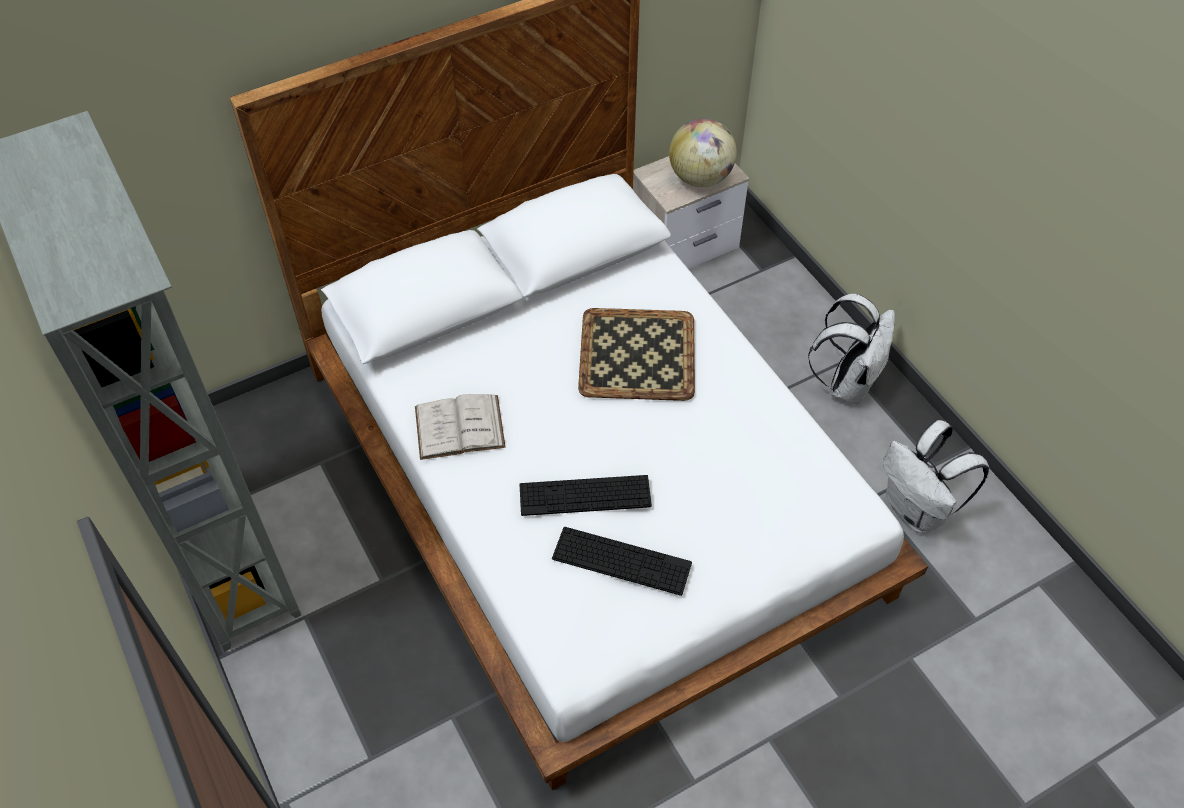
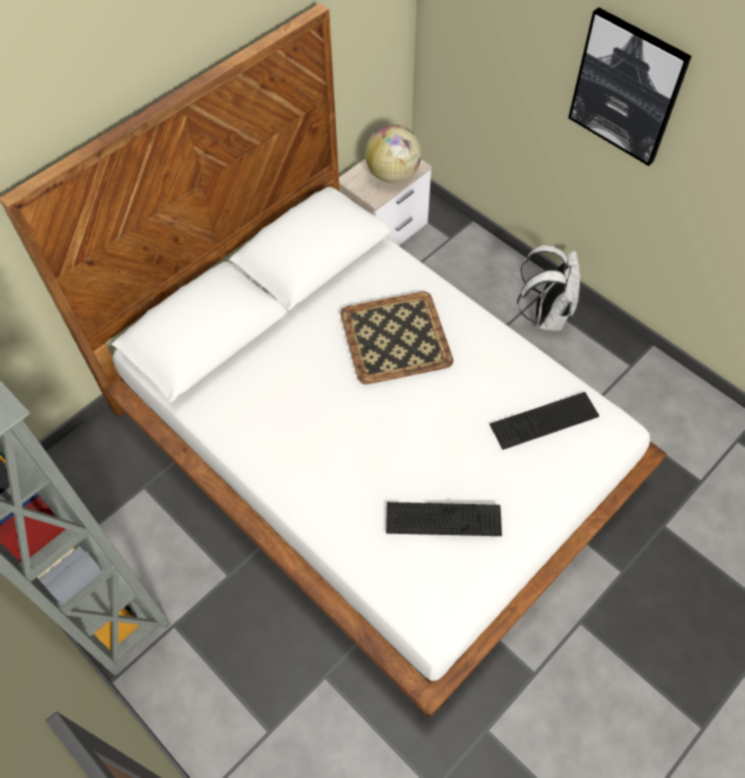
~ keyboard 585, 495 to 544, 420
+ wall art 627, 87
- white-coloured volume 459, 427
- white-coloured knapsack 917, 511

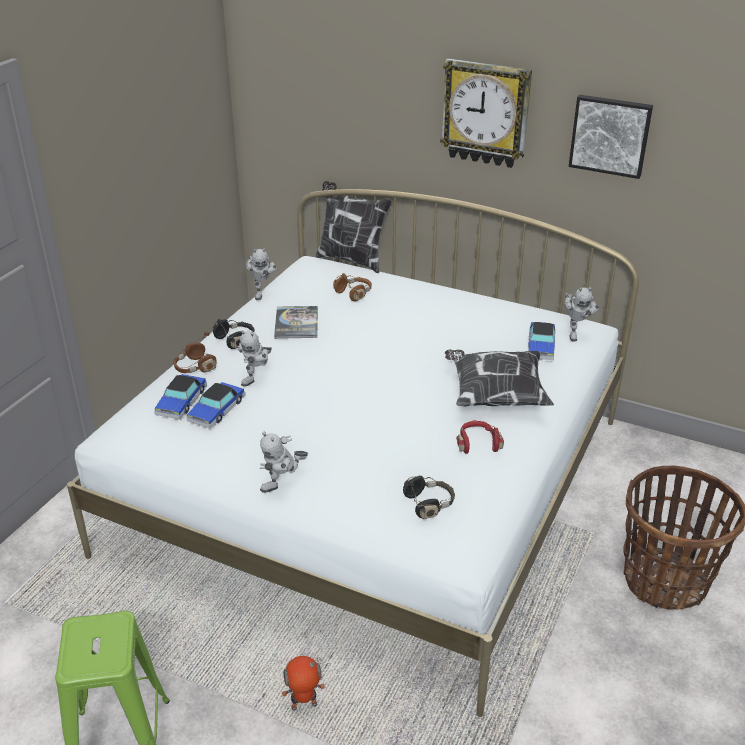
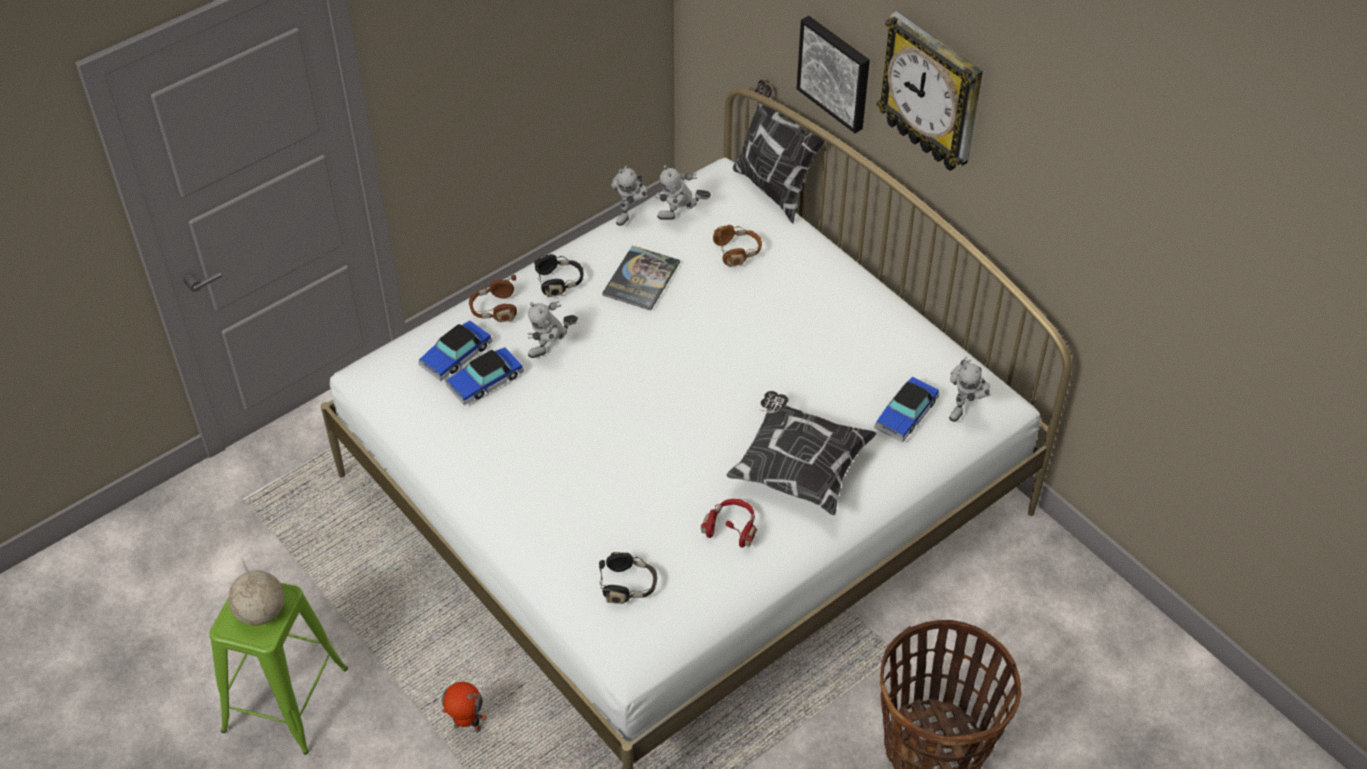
+ desk globe 261, 612
~ toy robot 283, 485 to 680, 218
~ wall art 610, 135 to 836, 72

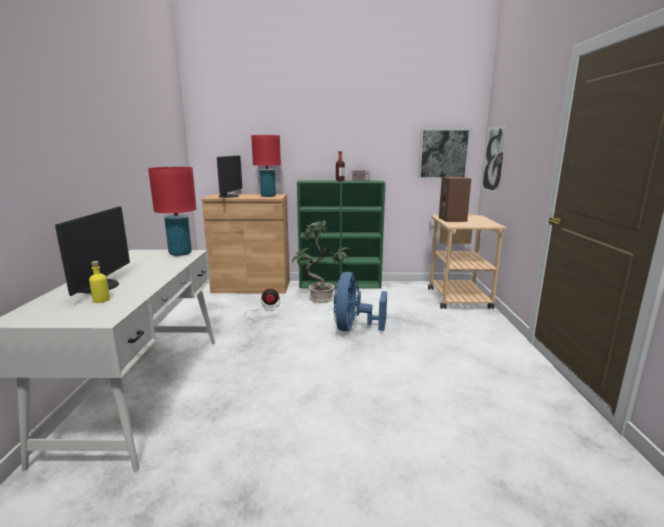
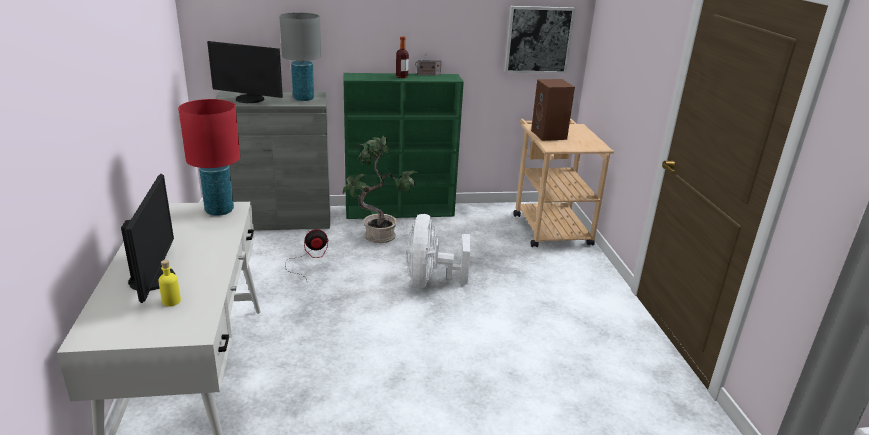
~ monitor 230, 196 = 249, 99 105 degrees clockwise
~ brown cupboard 251, 287 to greyish cupboard 280, 218
~ red-coloured table lamp 268, 196 to greyish table lamp 303, 99
~ blue cooling fan 354, 328 to white-coloured cooling fan 430, 281
- wall art 493, 159

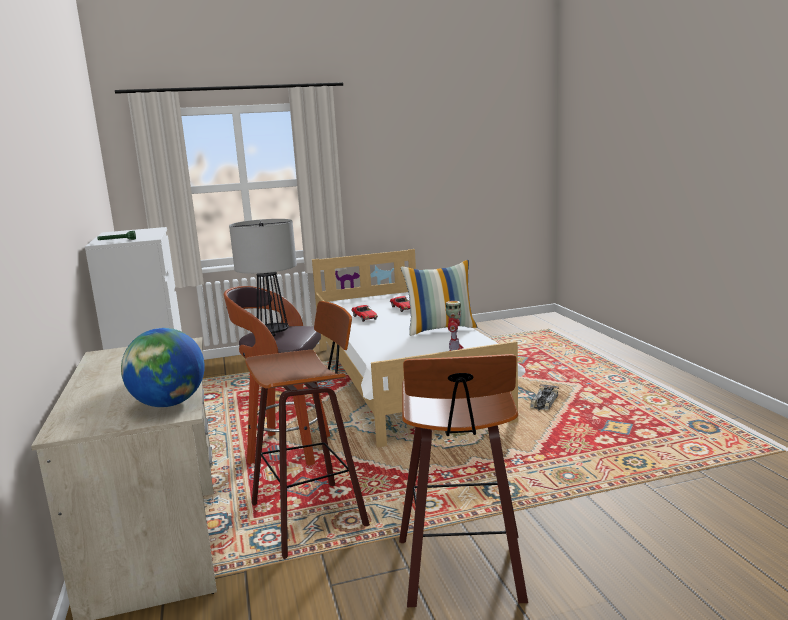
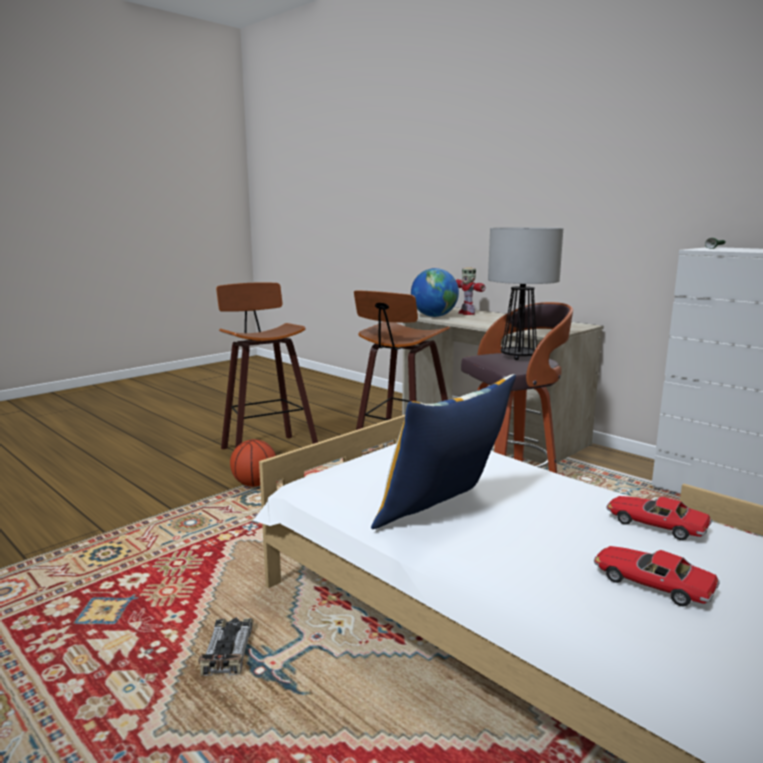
+ ball for basketball 255, 484
~ toy robot 455, 349 to 466, 313

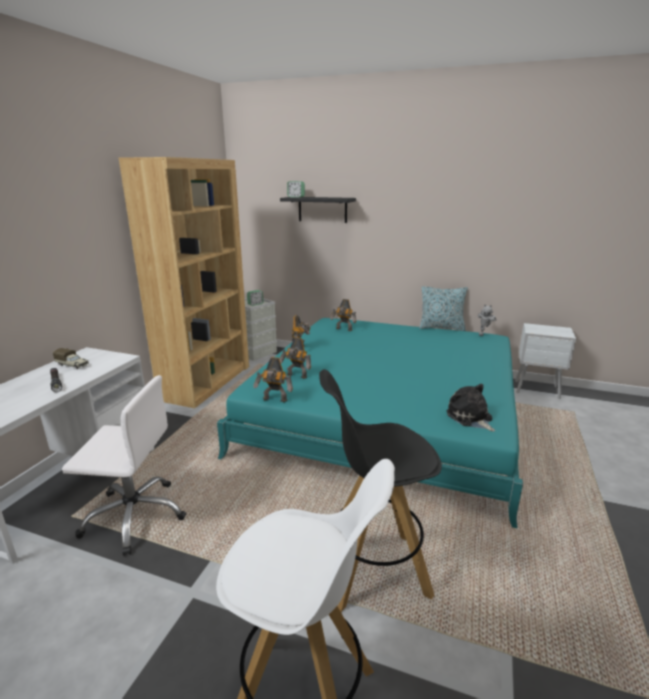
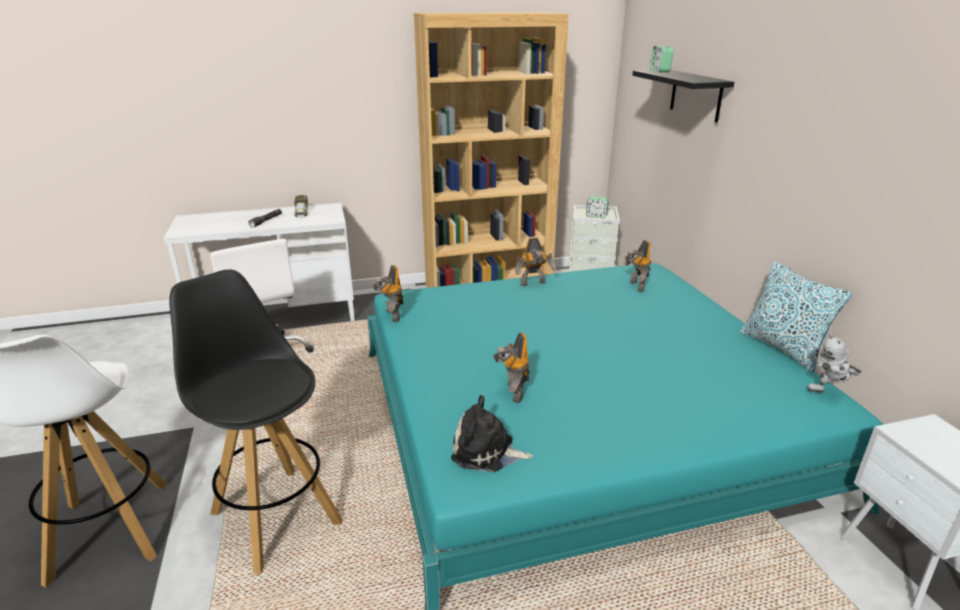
~ soft toy 470, 418 = 487, 452 105 degrees counterclockwise
~ toy robot 296, 376 to 512, 392

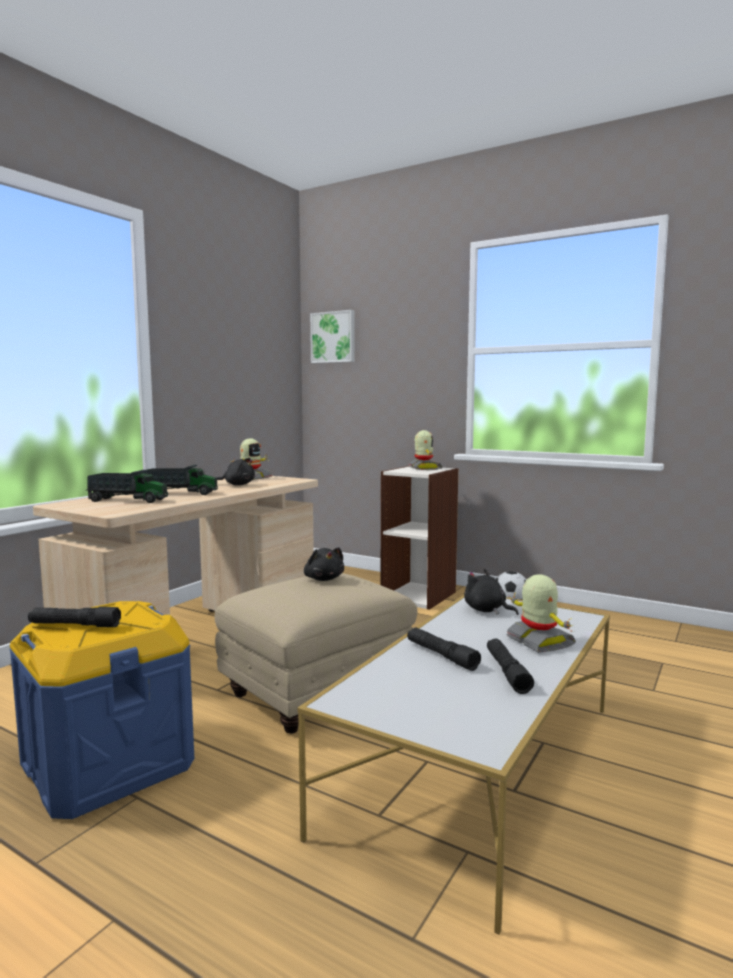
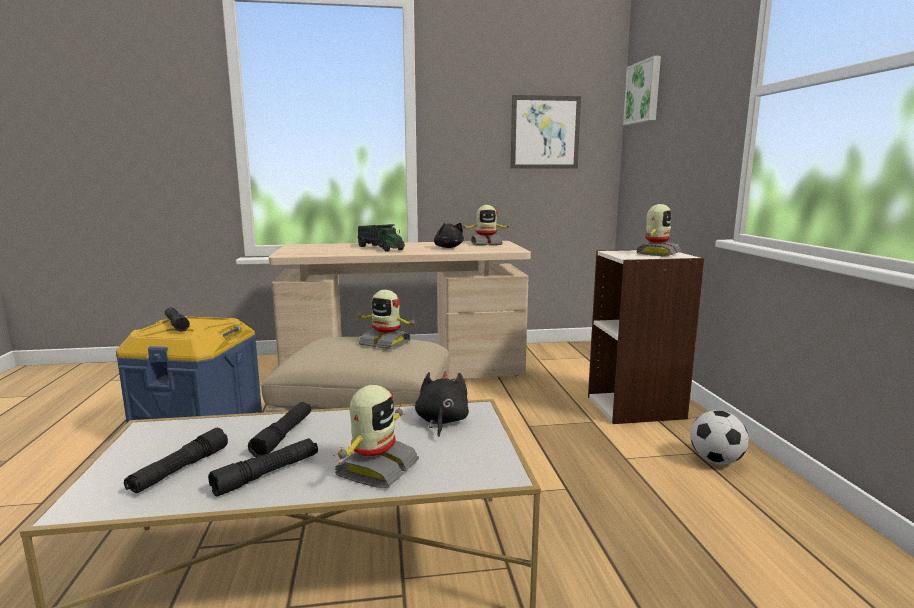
+ black torch 180, 470
~ black soft toy 323, 579 to toy robot 386, 343
+ wall art 545, 132
- toy lorry 128, 500

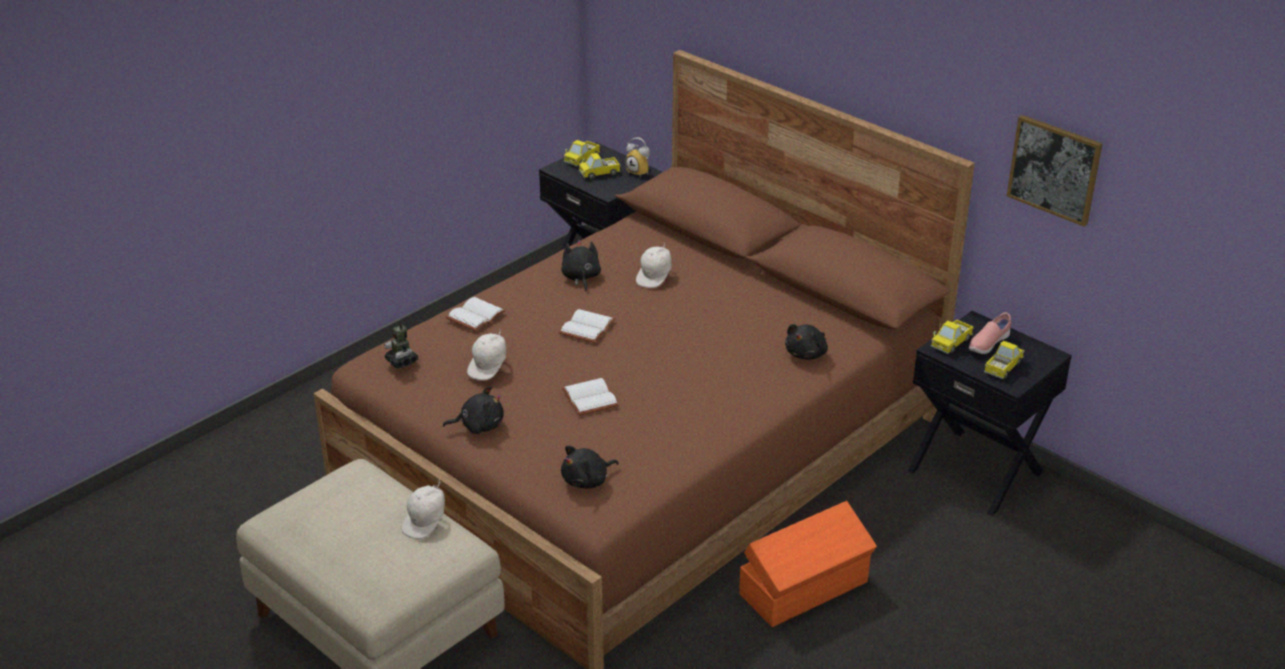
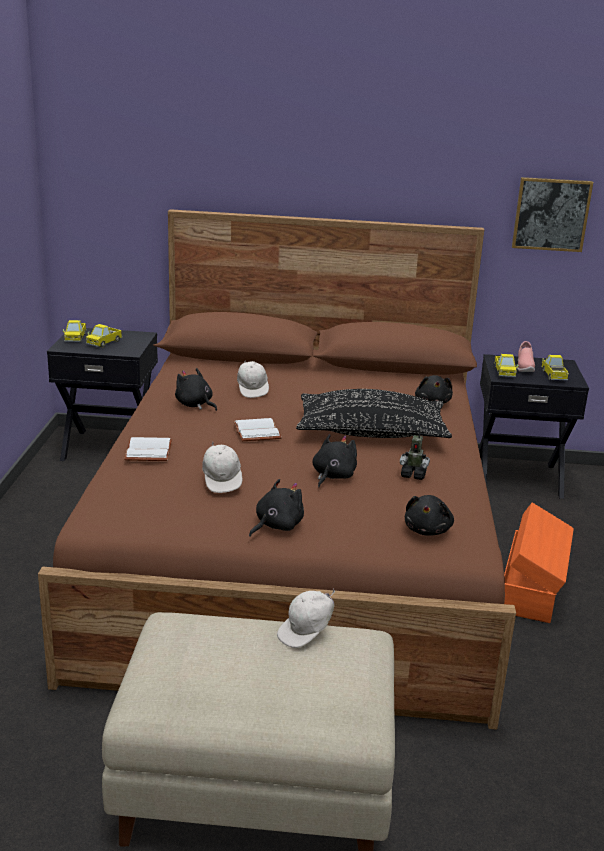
~ white-coloured cap 426, 522 = 307, 632 60 degrees clockwise
+ black pillow 371, 433
~ white-coloured volume 588, 398 to black soft toy 332, 476
~ toy robot 401, 361 to 413, 475
- bedside clock 640, 172

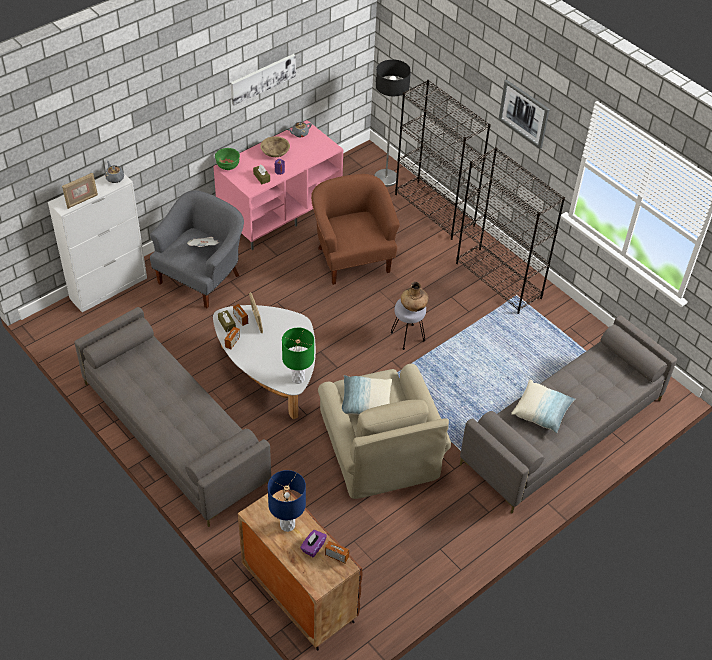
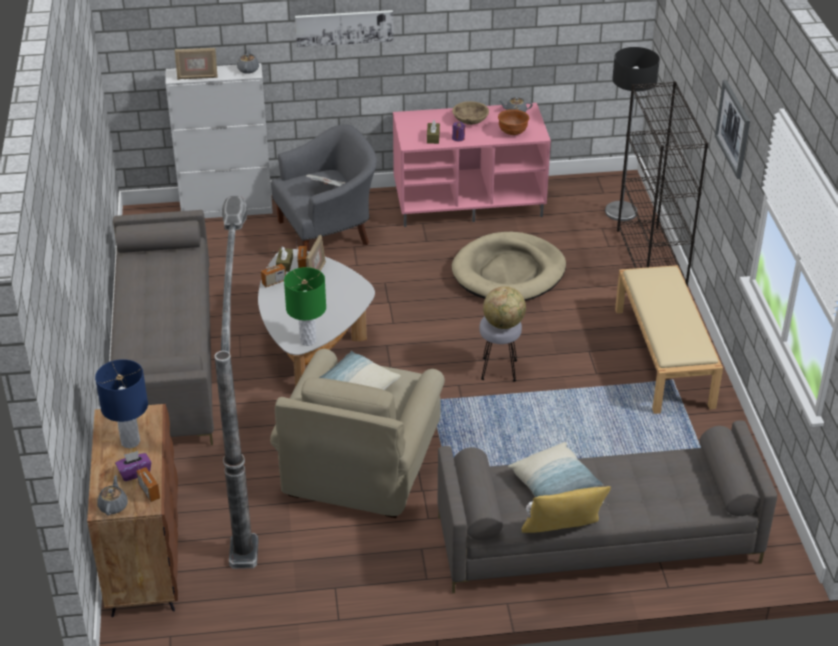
+ greyish pot for tea 113, 506
+ standard lamp 248, 481
~ wall art 262, 78 to 344, 27
~ brown lounge chair 352, 257 to sand-coloured dog bed 508, 272
~ brown vase 413, 306 to desk globe 504, 324
+ brown serving bowl 513, 133
+ yellow pillow 563, 535
~ black shelving unit 499, 281 to sand-coloured indoor bench 664, 357
- green serving bowl 228, 166

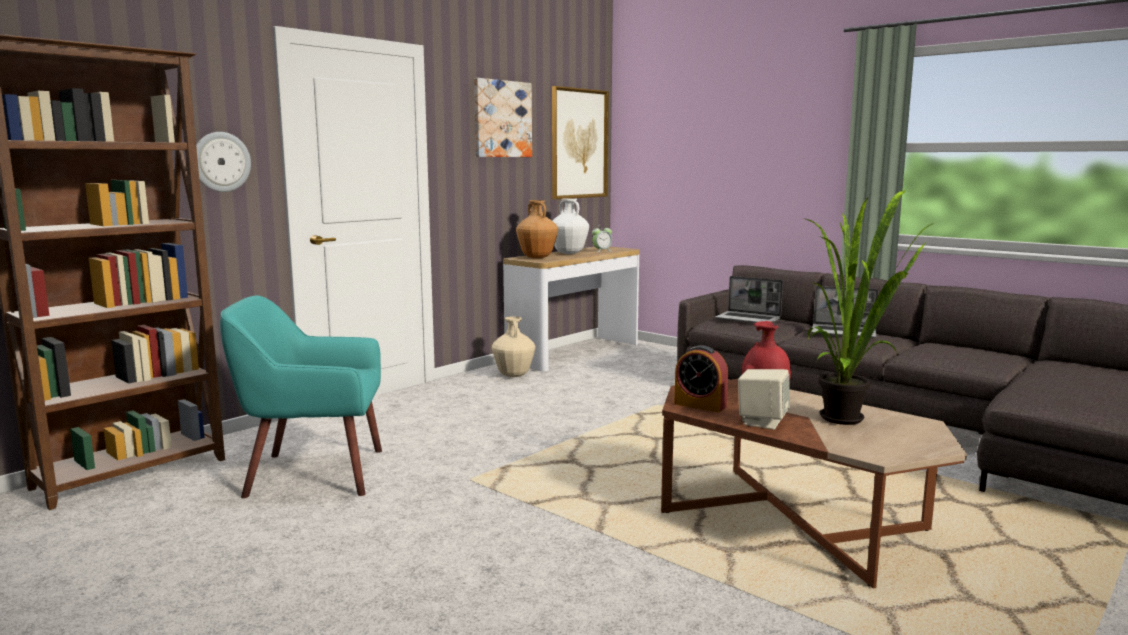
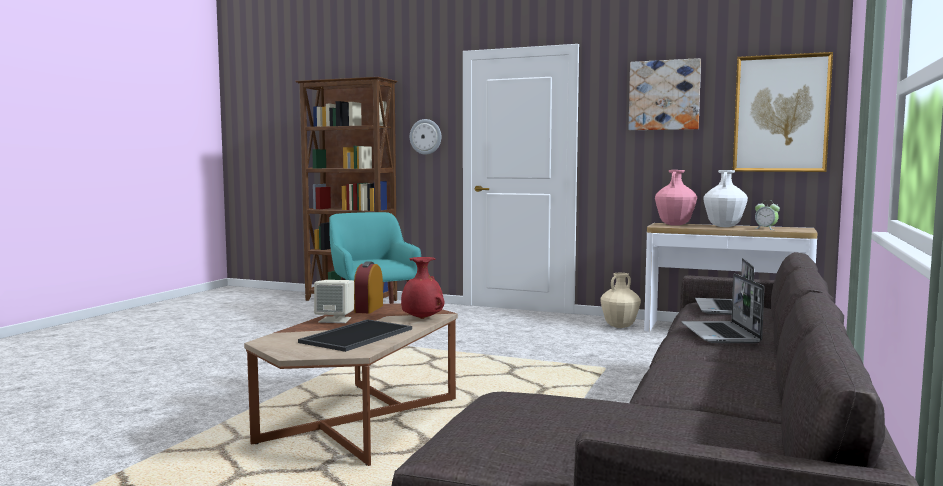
~ plant in a pot 851, 418 to tray 357, 336
~ brown vase 537, 257 to pinkish vase 674, 225

